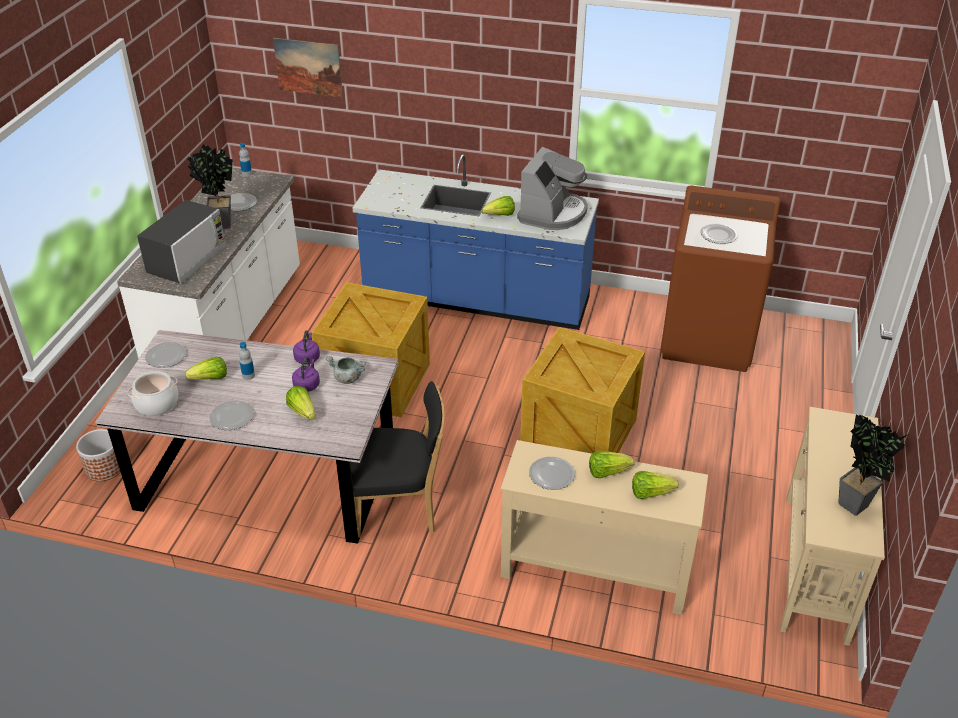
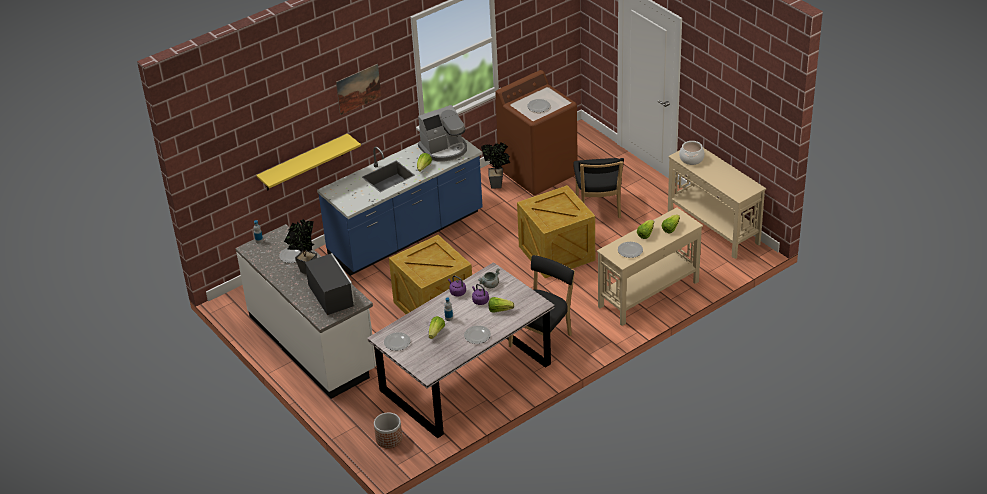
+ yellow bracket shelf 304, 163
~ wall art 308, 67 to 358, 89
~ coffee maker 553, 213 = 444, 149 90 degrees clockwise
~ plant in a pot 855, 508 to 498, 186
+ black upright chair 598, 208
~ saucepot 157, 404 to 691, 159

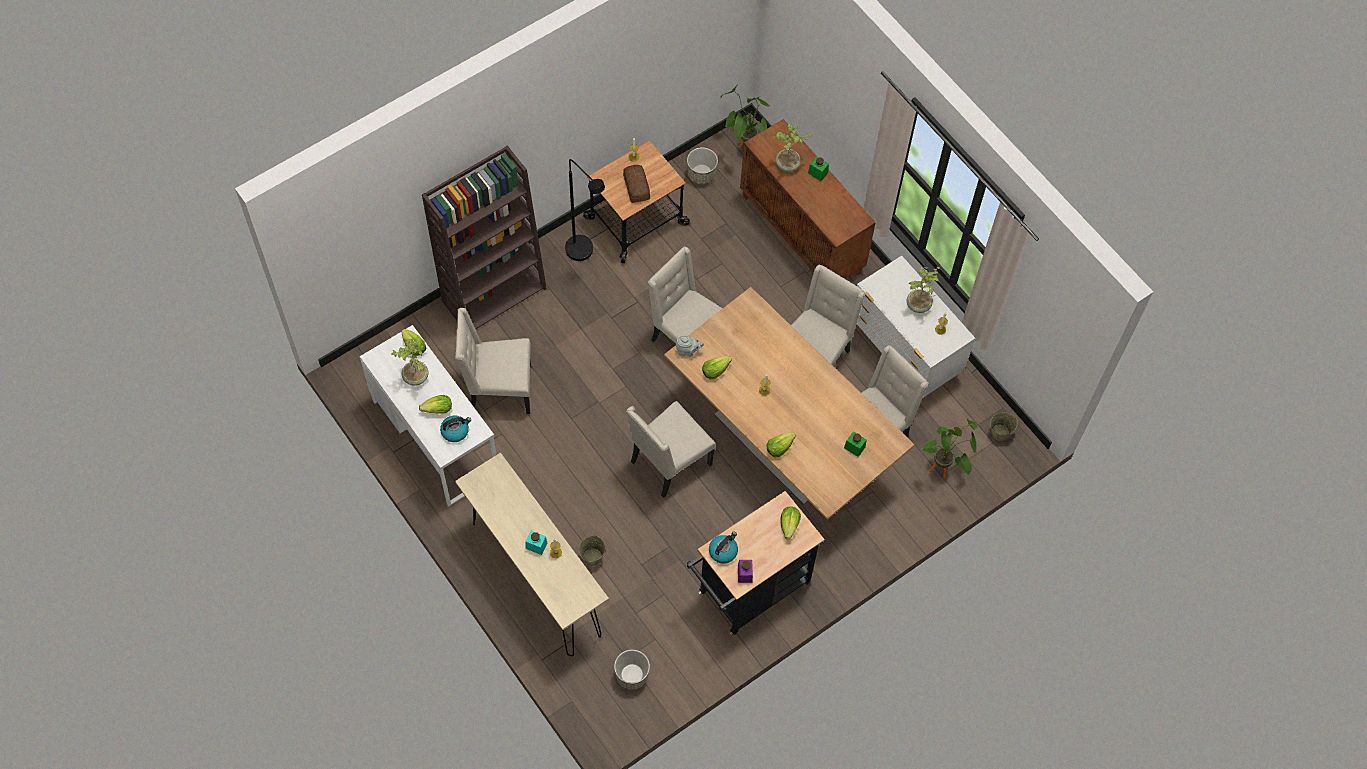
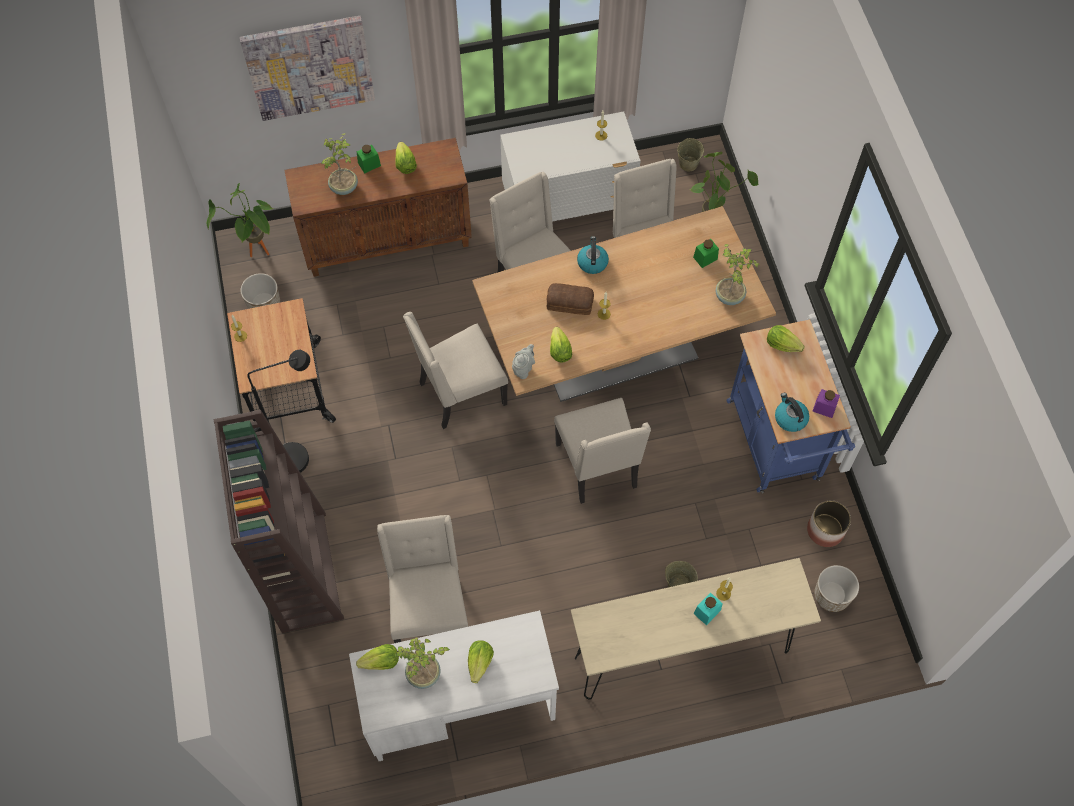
+ wall art 309, 67
~ sand-coloured upright chair 498, 389 = 429, 610 150 degrees clockwise
~ lettuce head 779, 448 to 405, 165
~ bread 636, 187 to 570, 304
~ tea kettle 455, 431 to 592, 262
~ plant in a pot 919, 305 to 730, 295
~ black cart 748, 592 to blue cart 776, 447
+ planter 825, 530

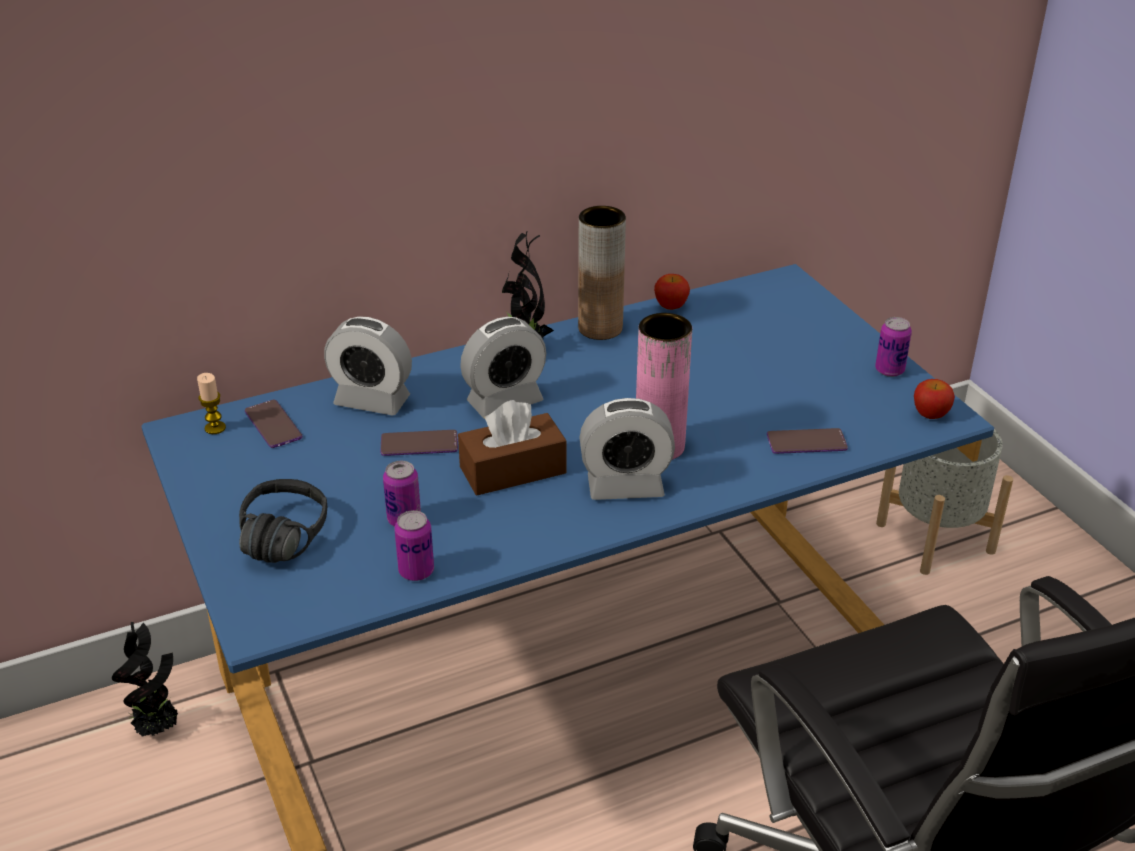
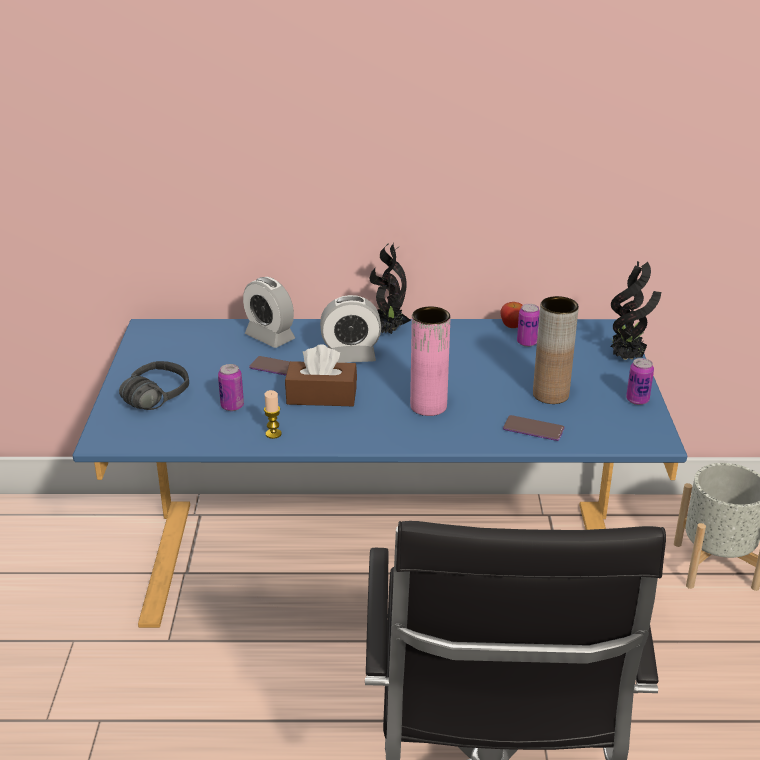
~ candle 215, 428 to 273, 434
~ can 416, 571 to 527, 342
~ brown vase 600, 328 to 550, 395
~ plant in a pot 158, 728 to 627, 358
- telephone 273, 425
- bedside clock 625, 486
- apple 930, 414

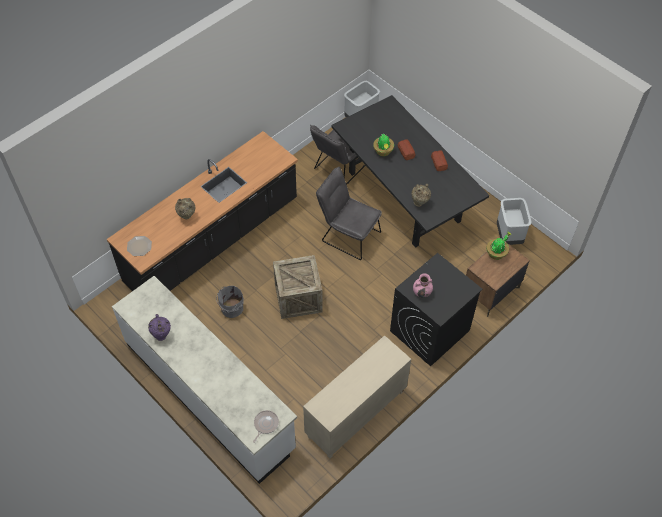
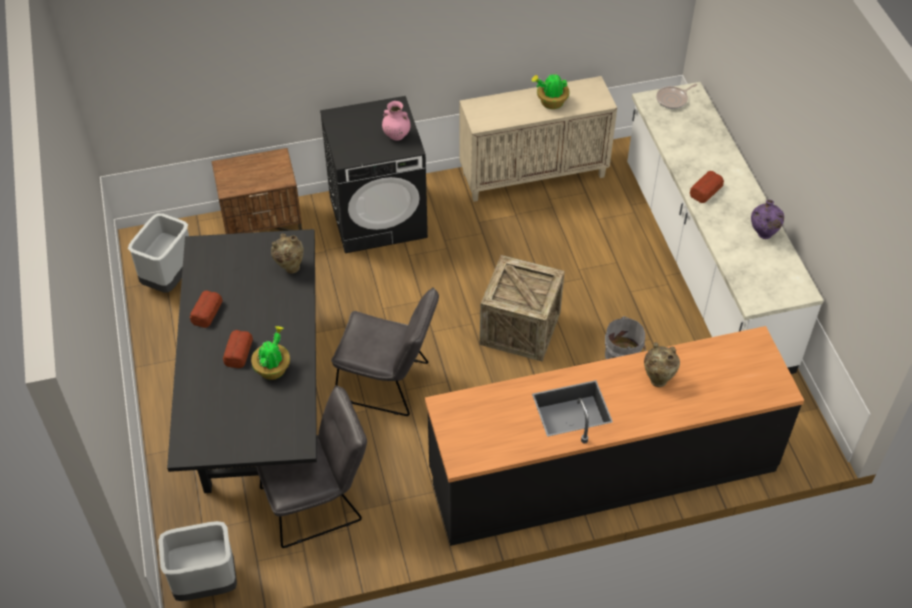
~ greyish upright chair 347, 235 = 389, 383 45 degrees counterclockwise
~ plant in a pot 496, 253 to 550, 102
+ bread 706, 190
- flat dish 139, 246

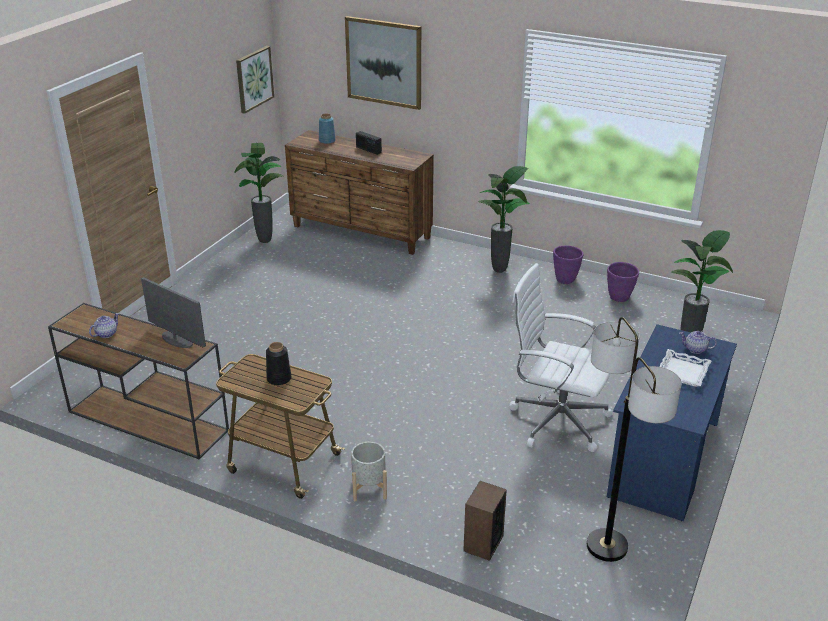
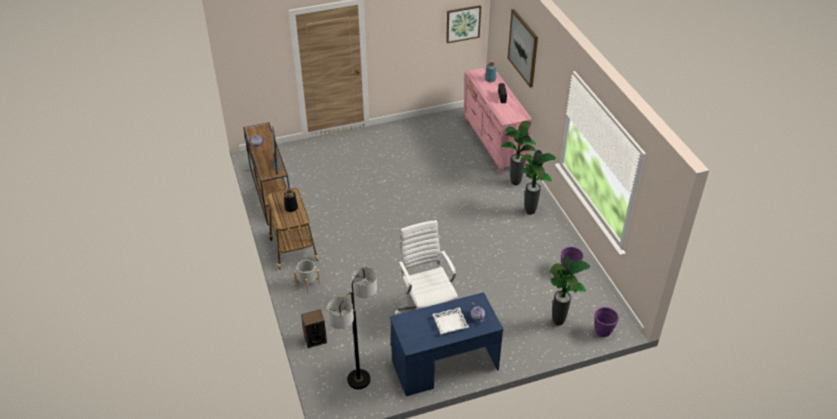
~ brown chest of drawers 361, 232 to pinkish chest of drawers 493, 144
~ plant in a pot 264, 241 to 514, 183
~ purple-coloured planter 565, 280 to 603, 332

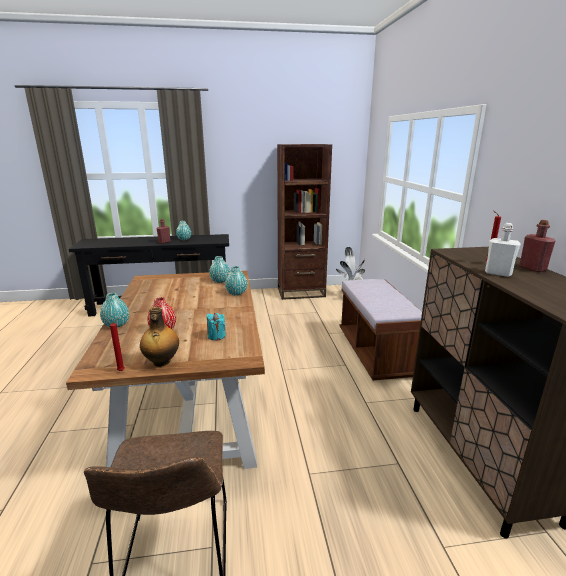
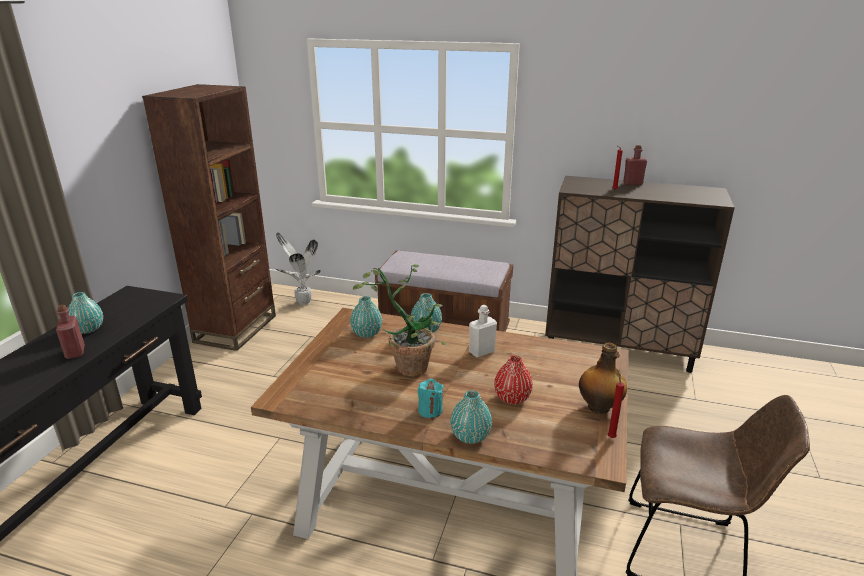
+ plant in a pot 409, 363
~ turquoise candle 216, 336 to 430, 410
~ white-coloured beverage bottle 498, 273 to 481, 352

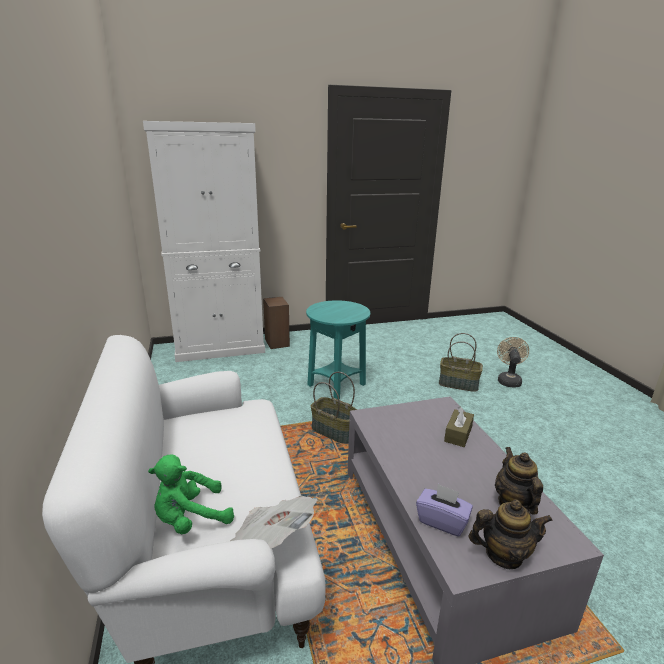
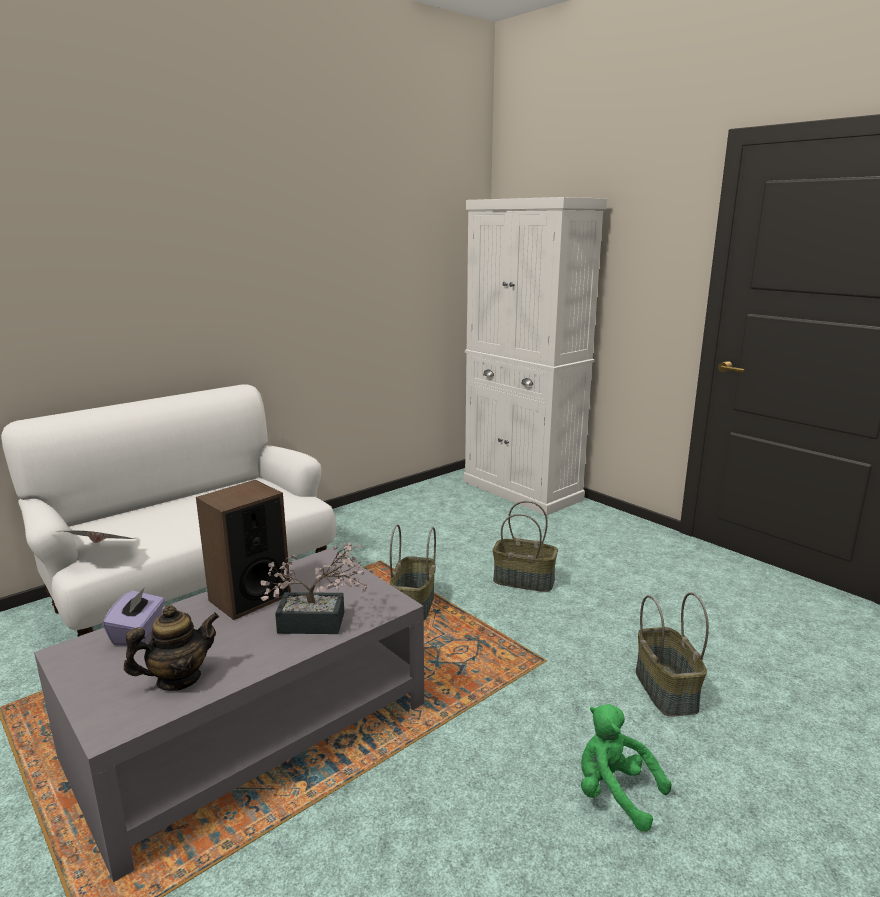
~ speaker 277, 342 to 249, 597
~ brown tissue holder 458, 434 to plant in a pot 319, 623
~ turquoise end table 336, 385 to basket 524, 580
~ green soft toy 190, 519 to 614, 793
- pot for tea 503, 555
- sand-coloured cooling fan 508, 380

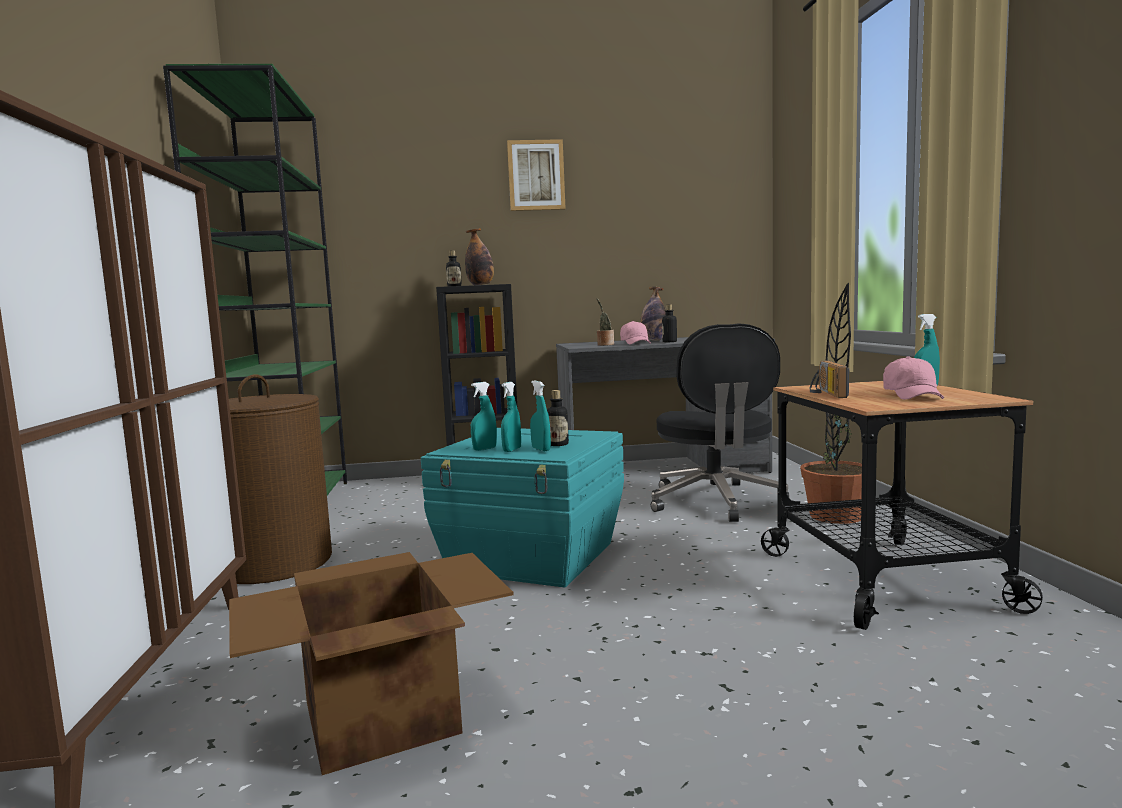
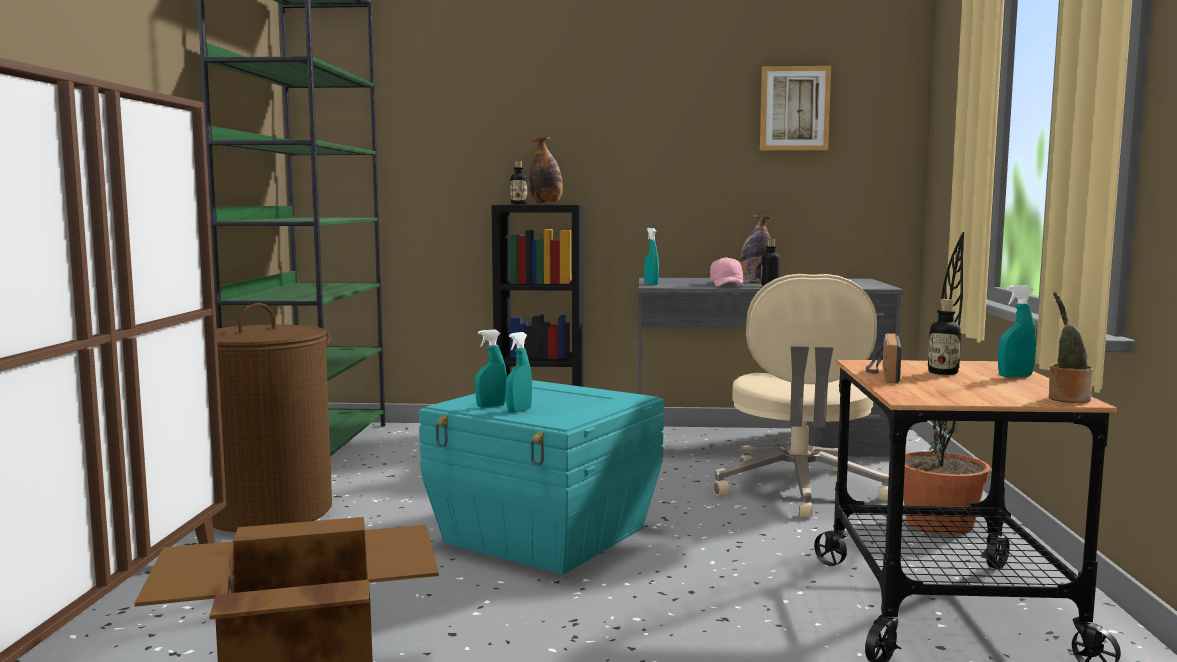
~ turquoise sprayer 541, 449 to 651, 284
~ black office chair 716, 502 to sand-coloured office chair 799, 490
~ wall art 536, 175 to 794, 108
~ beverage bottle 558, 444 to 943, 372
~ plant in a pot 604, 345 to 1066, 398
- pinkish cap 912, 395

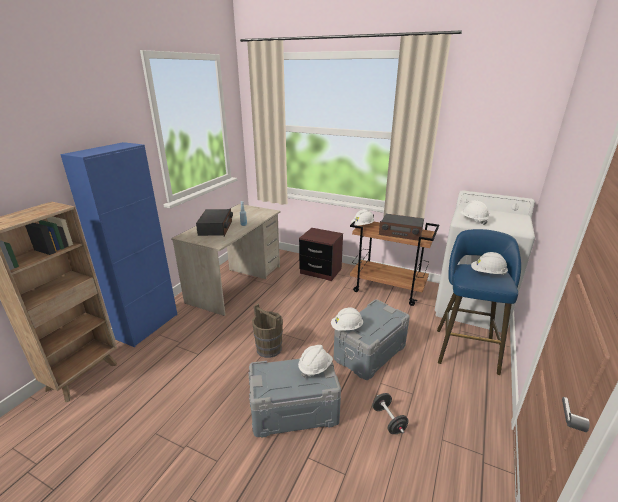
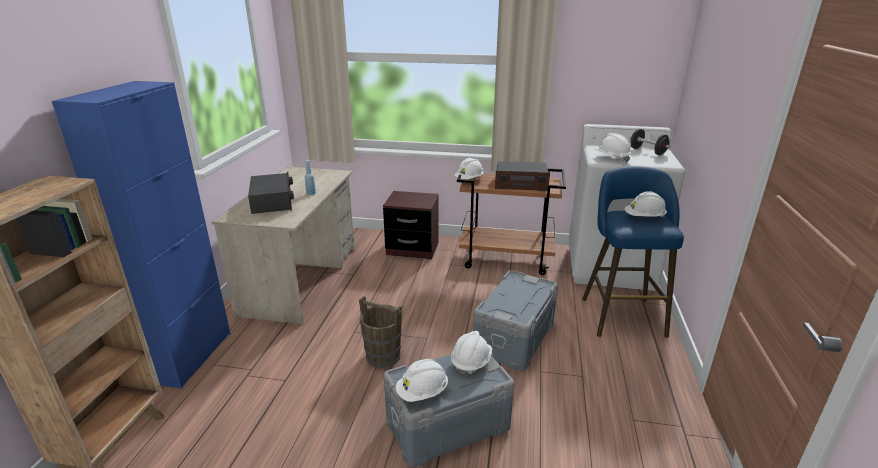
~ white-coloured work helmet 346, 328 to 422, 392
~ black hand weight 388, 420 to 647, 151

